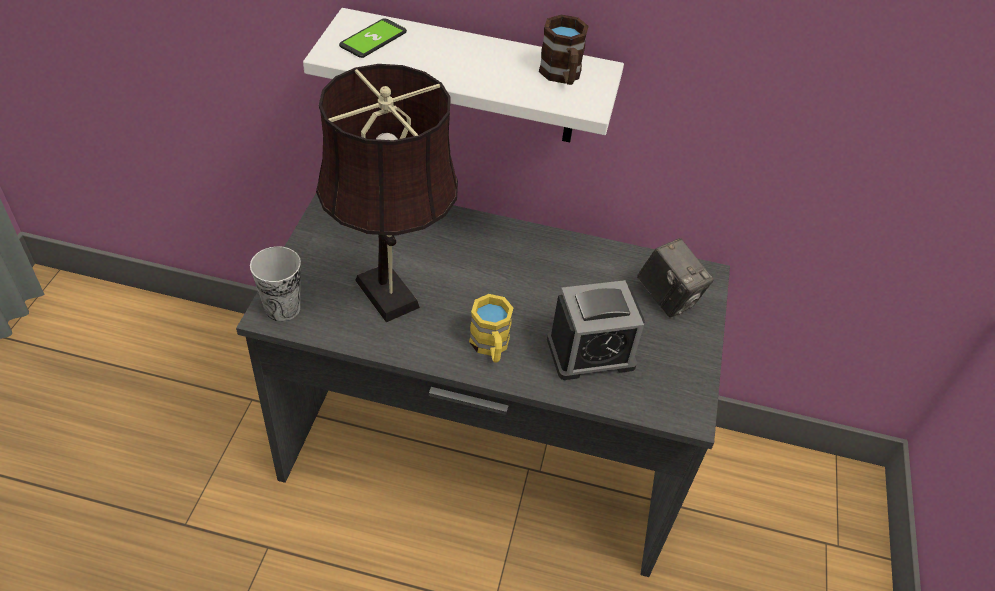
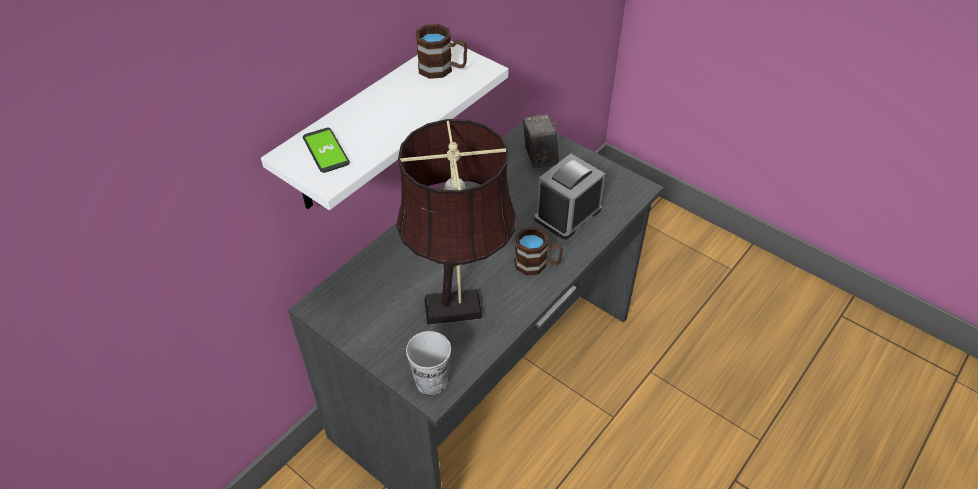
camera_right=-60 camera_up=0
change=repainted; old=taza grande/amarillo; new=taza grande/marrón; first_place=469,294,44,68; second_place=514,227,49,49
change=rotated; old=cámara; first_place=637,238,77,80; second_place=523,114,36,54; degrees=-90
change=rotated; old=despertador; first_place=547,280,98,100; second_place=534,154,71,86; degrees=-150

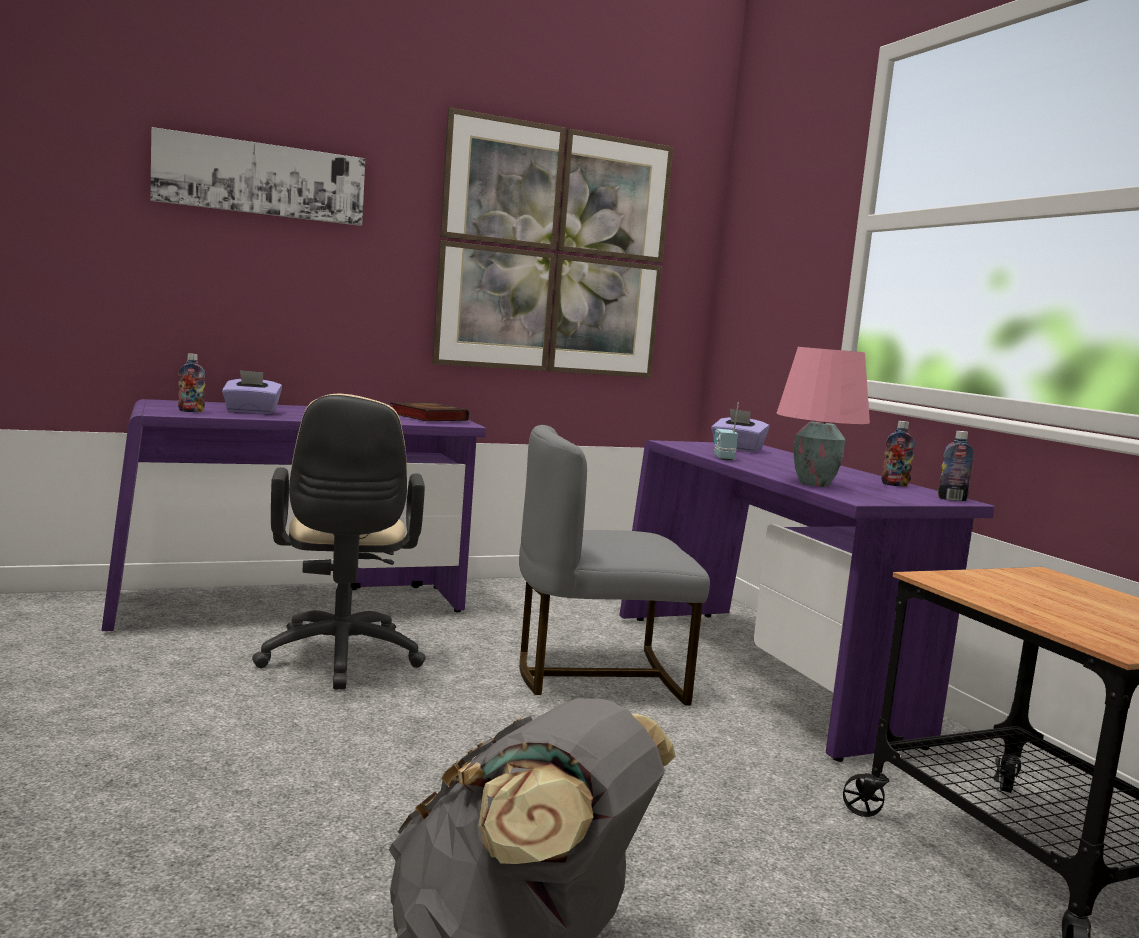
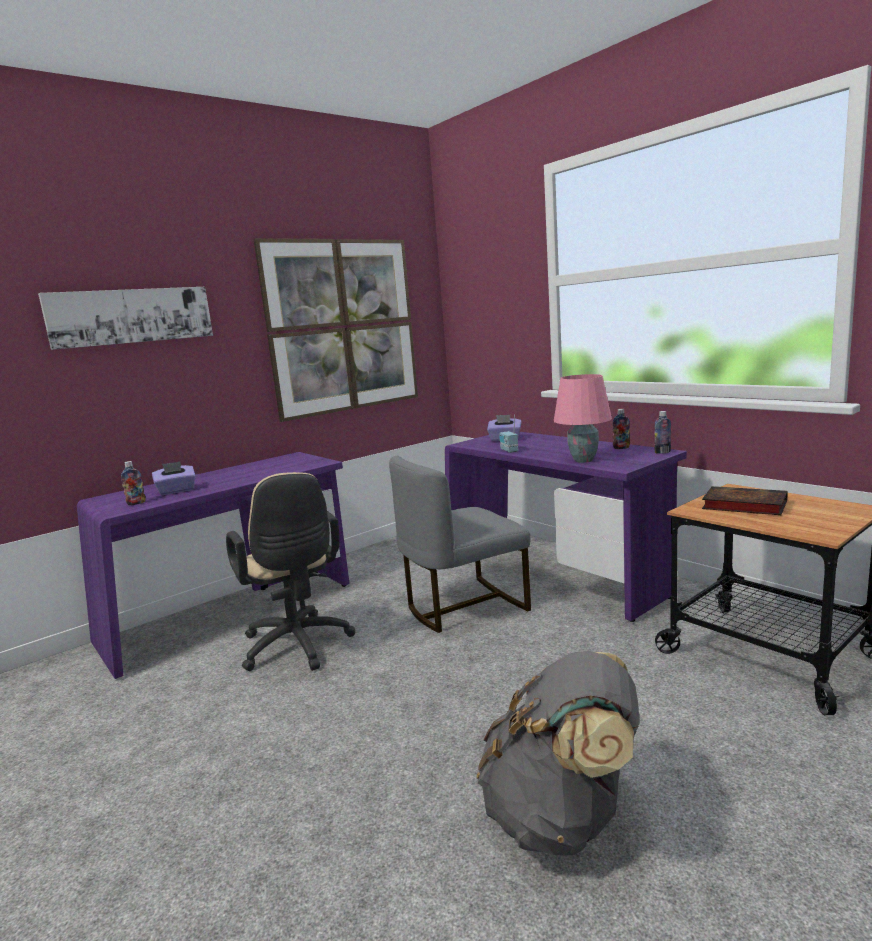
camera_right=-15 camera_up=5
change=shifted; old=libro; first_place=390,402,79,19; second_place=702,486,85,29

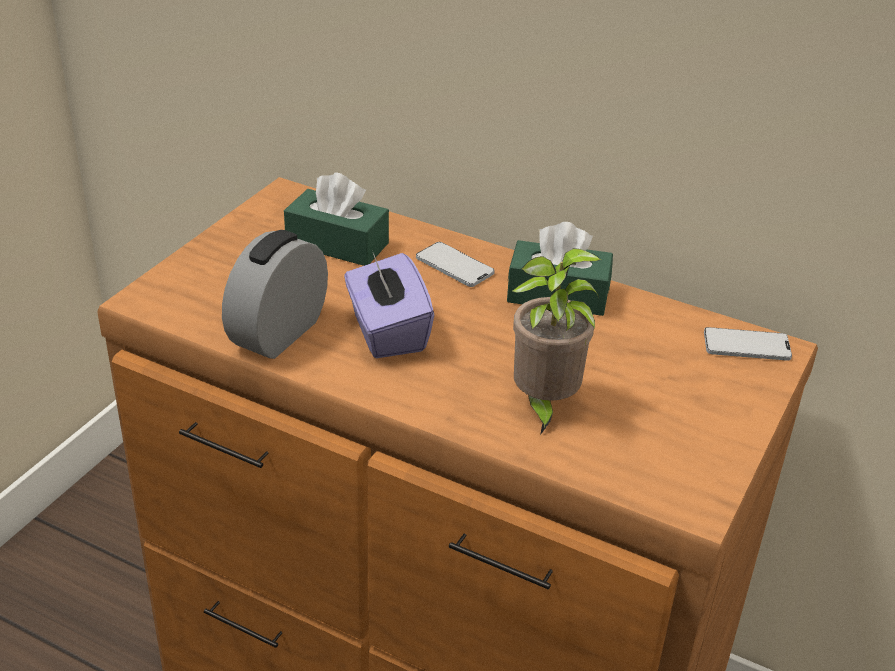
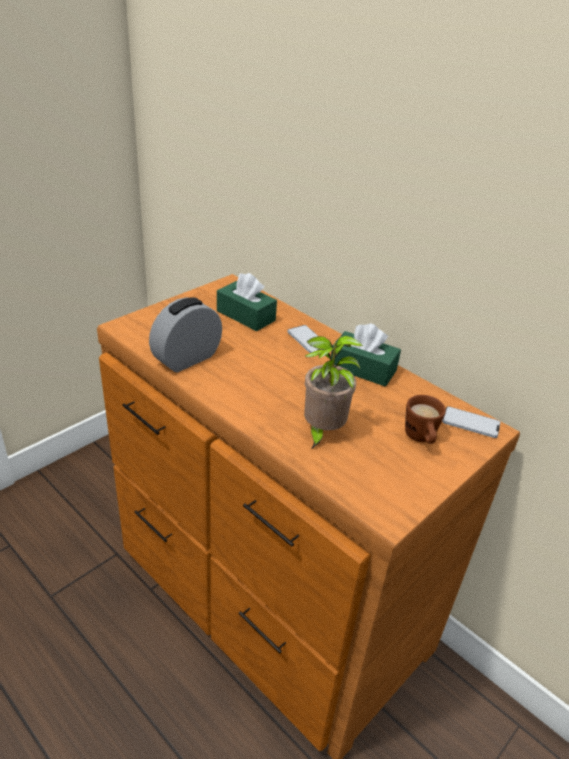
camera_right=15 camera_up=0
change=new; new=taza grande/marrón; second_place=405,395,41,49
change=gone; old=caja de pañuelos/morado; first_place=344,253,90,105

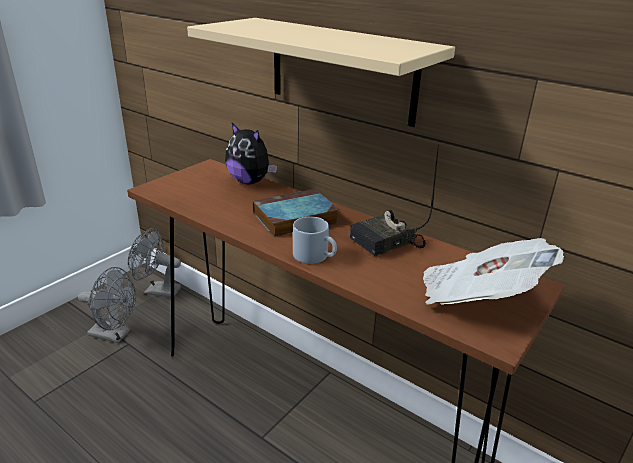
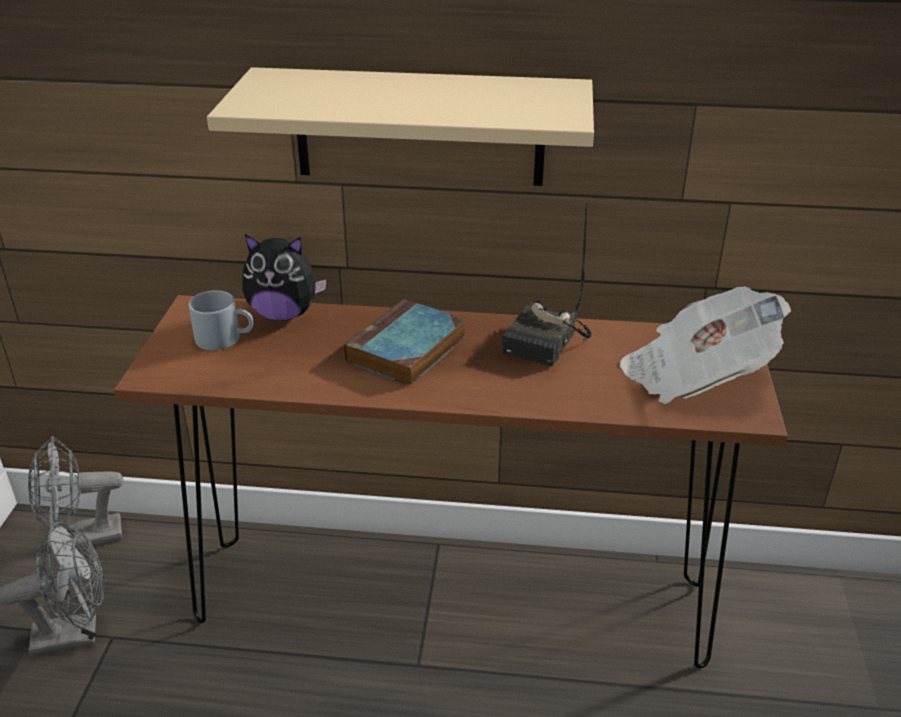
camera_right=-30 camera_up=5
change=shifted; old=taza grande/gris; first_place=293,217,44,47; second_place=188,290,65,60

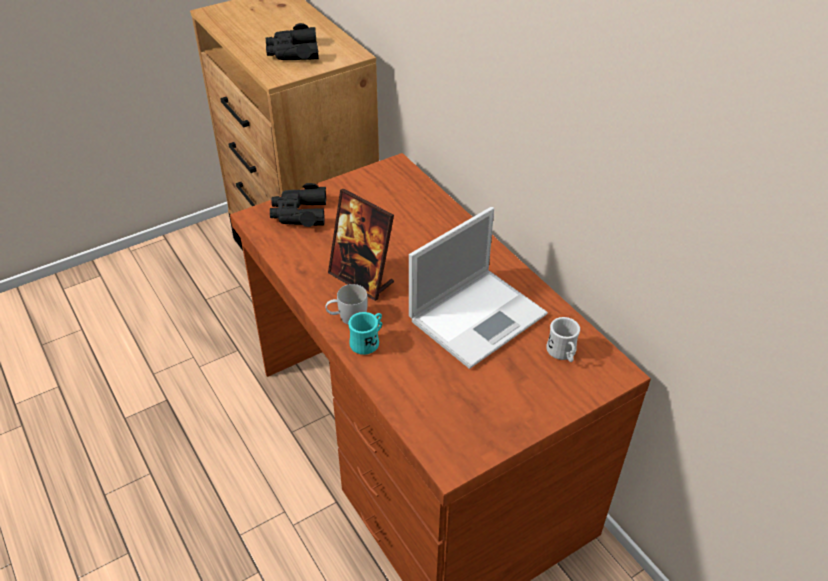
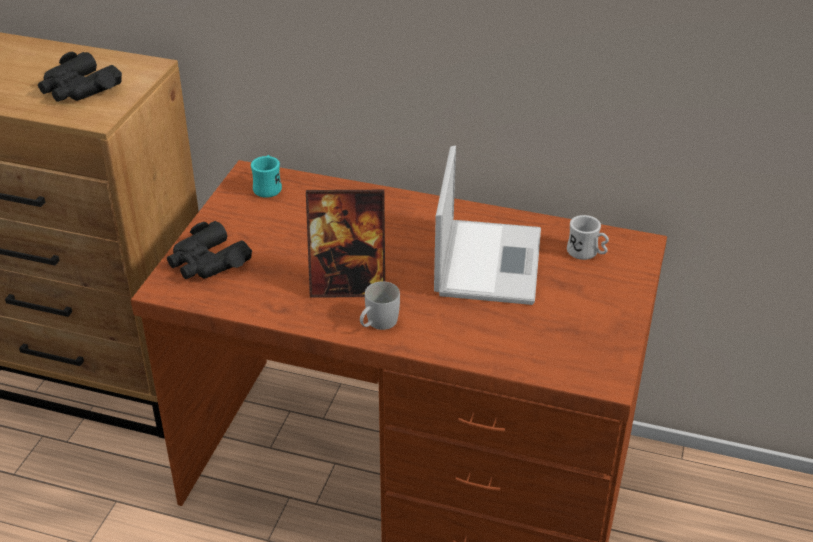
camera_right=-40 camera_up=-5
change=shifted; old=taza grande/turquesa; first_place=348,312,34,43; second_place=251,155,31,43

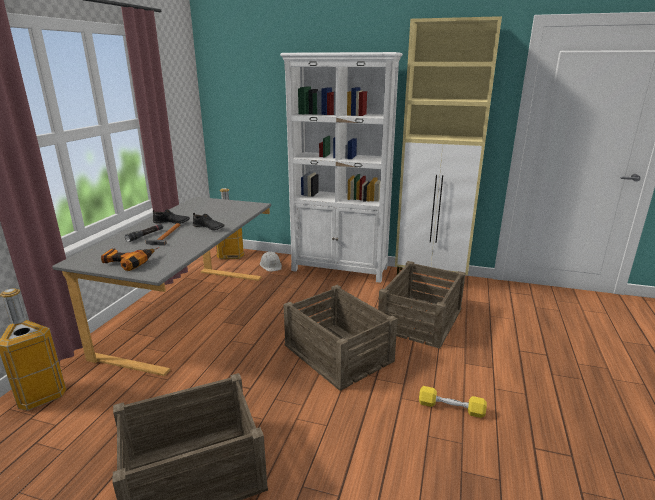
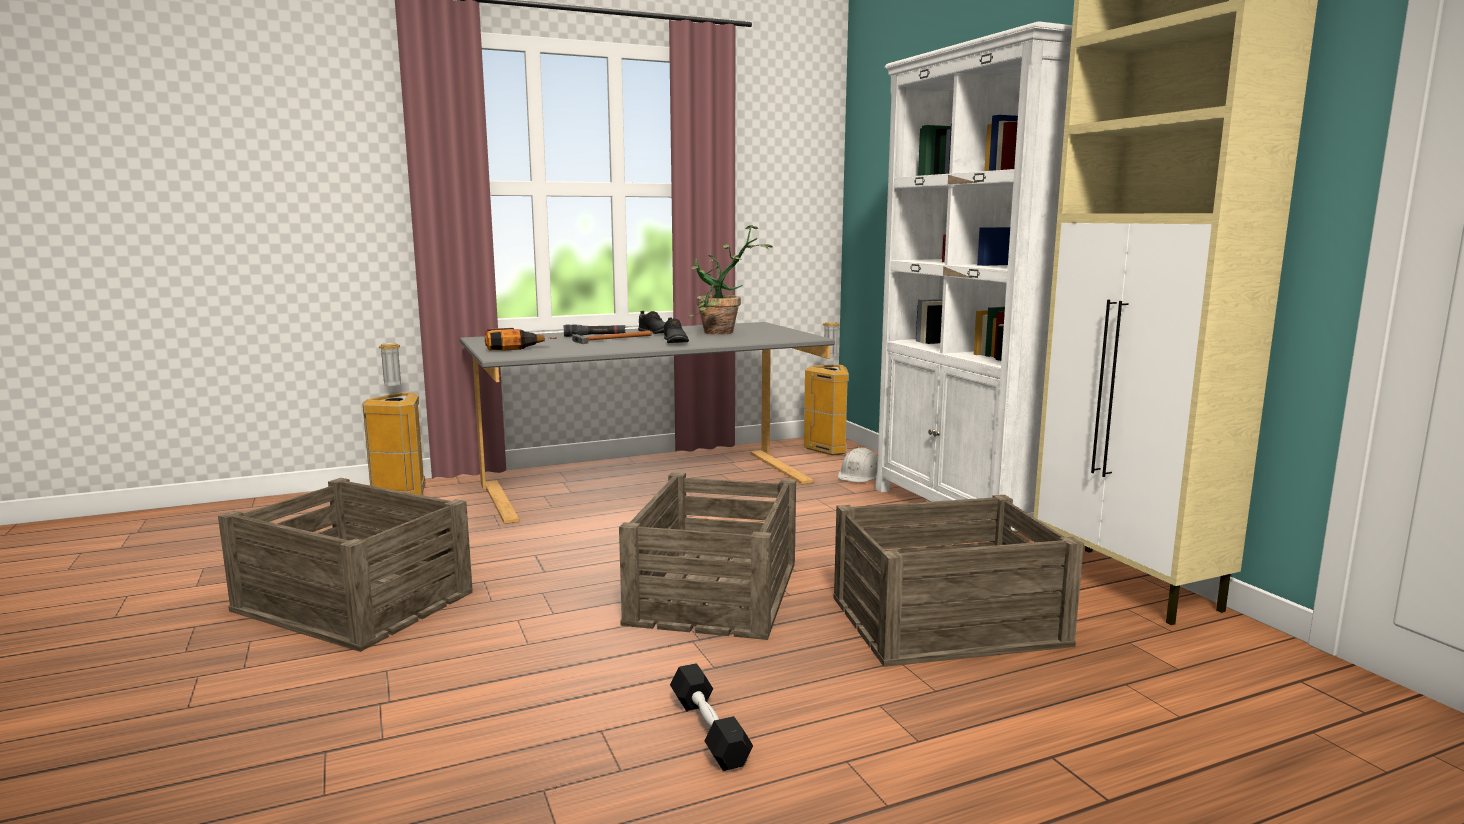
camera_right=50 camera_up=-10
change=repainted; old=mancuerna/amarillo; new=mancuerna/negro; first_place=419,386,68,32; second_place=670,663,83,108
change=new; new=planta en maceta; second_place=687,225,86,110

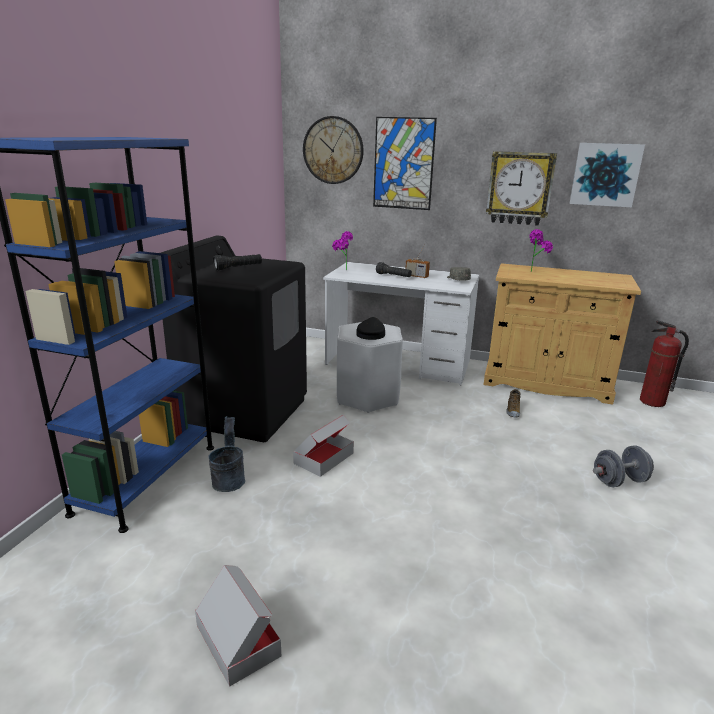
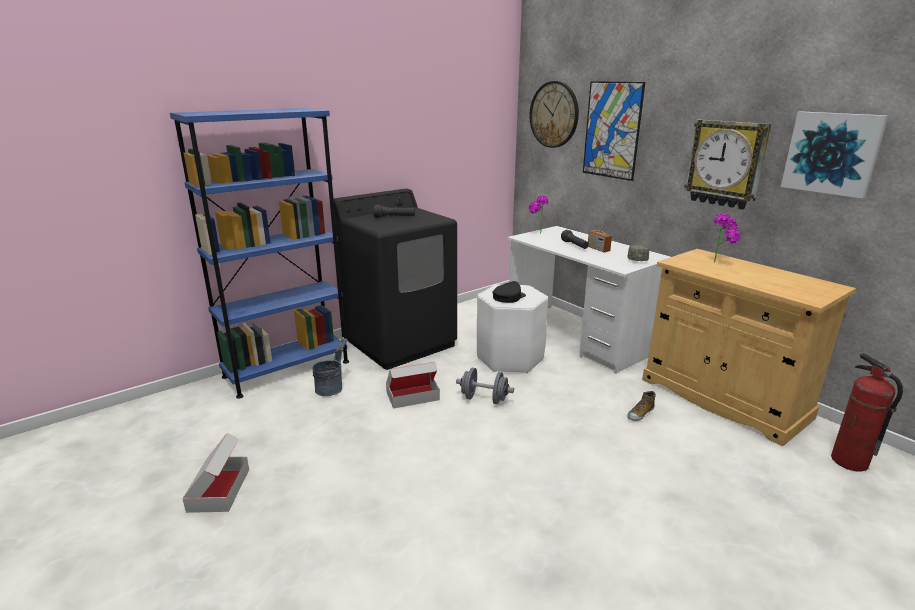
camera_right=35 camera_up=0
change=shifted; old=mancuerna/gris; first_place=593,445,61,42; second_place=456,368,58,36

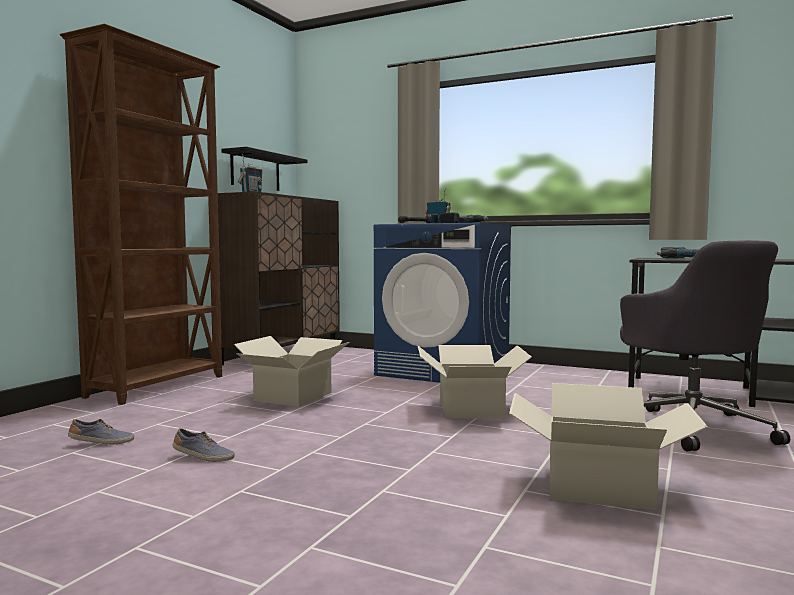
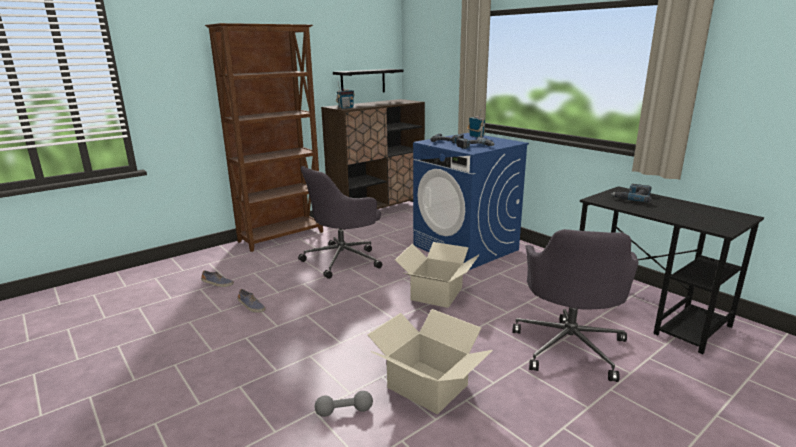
camera_right=25 camera_up=15
change=swapped; old=caja de cartón; new=silla de oficina/gris; first_place=234,336,116,71; second_place=298,166,84,113
change=new; new=mancuerna/gris; second_place=314,391,59,26

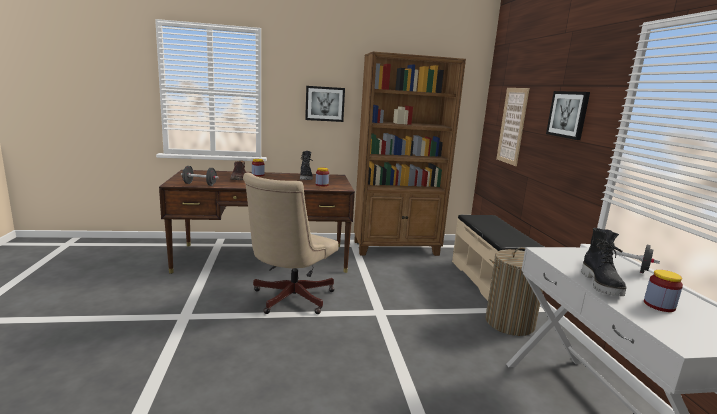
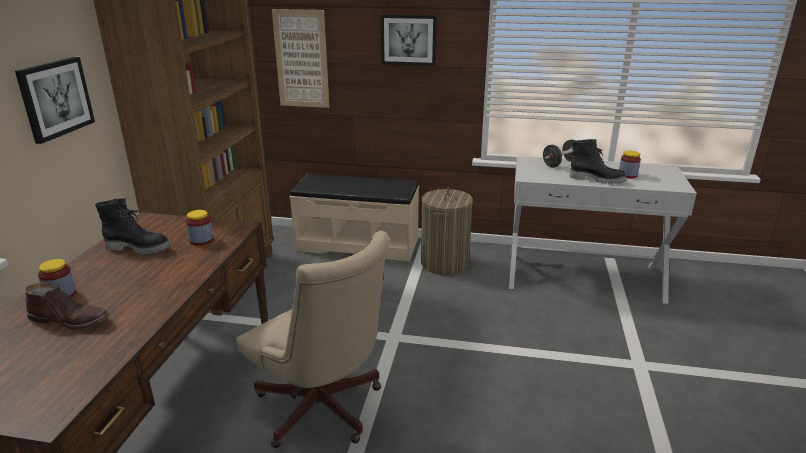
camera_right=-70 camera_up=10
change=gone; old=mancuerna/negro; first_place=181,166,38,20

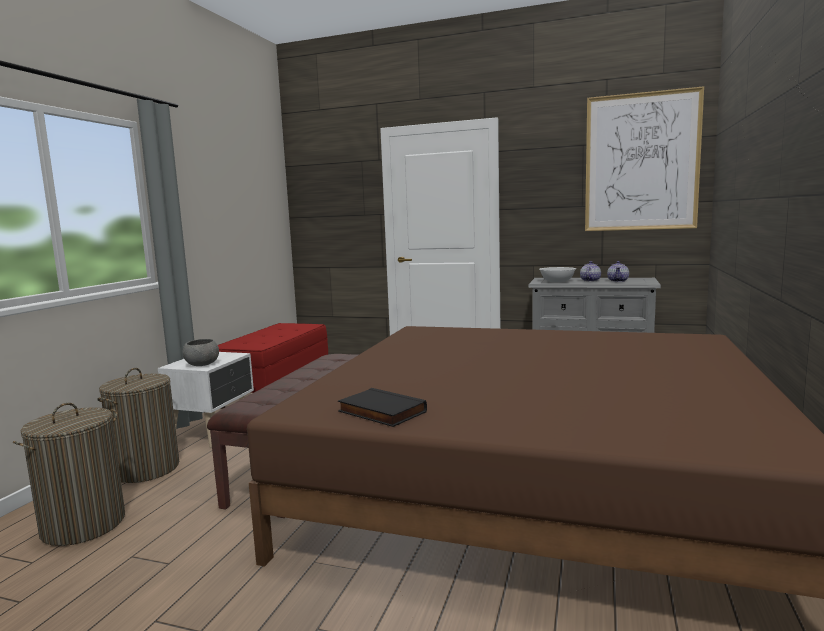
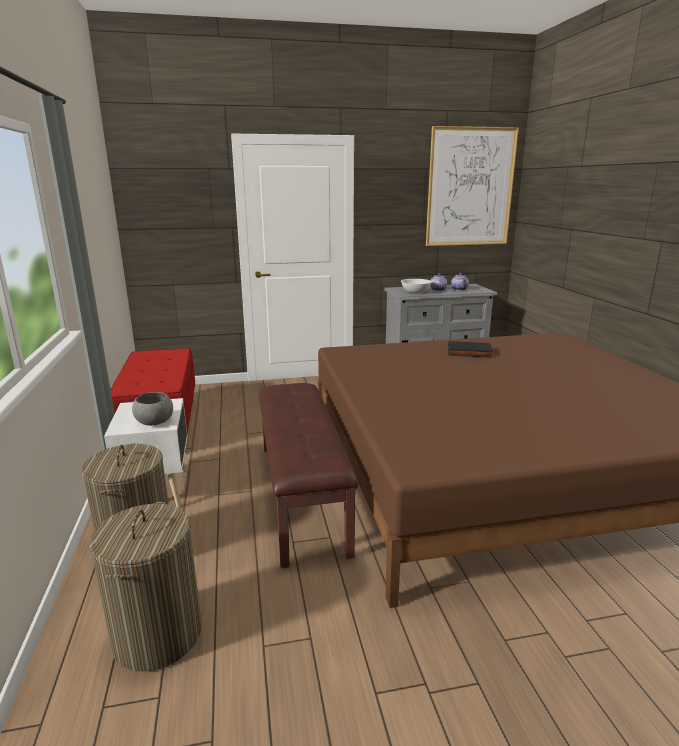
camera_right=-30 camera_up=10
change=shifted; old=libro/negro; first_place=338,388,89,39; second_place=448,341,45,17

